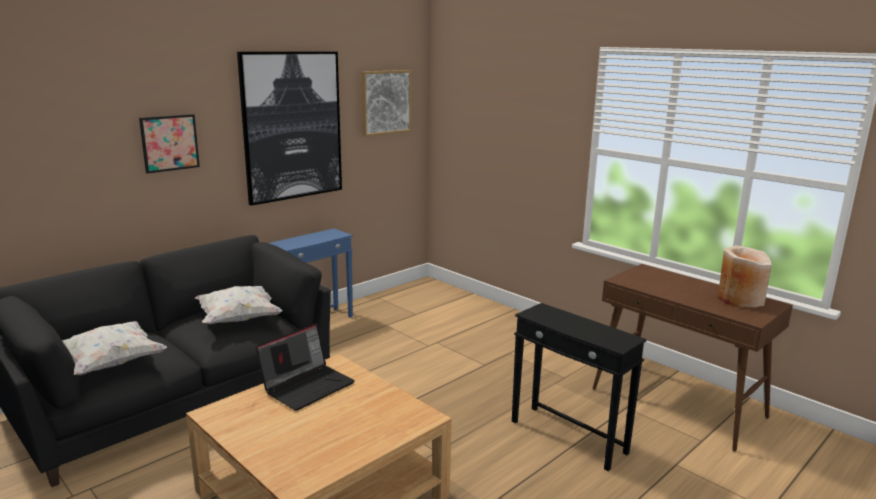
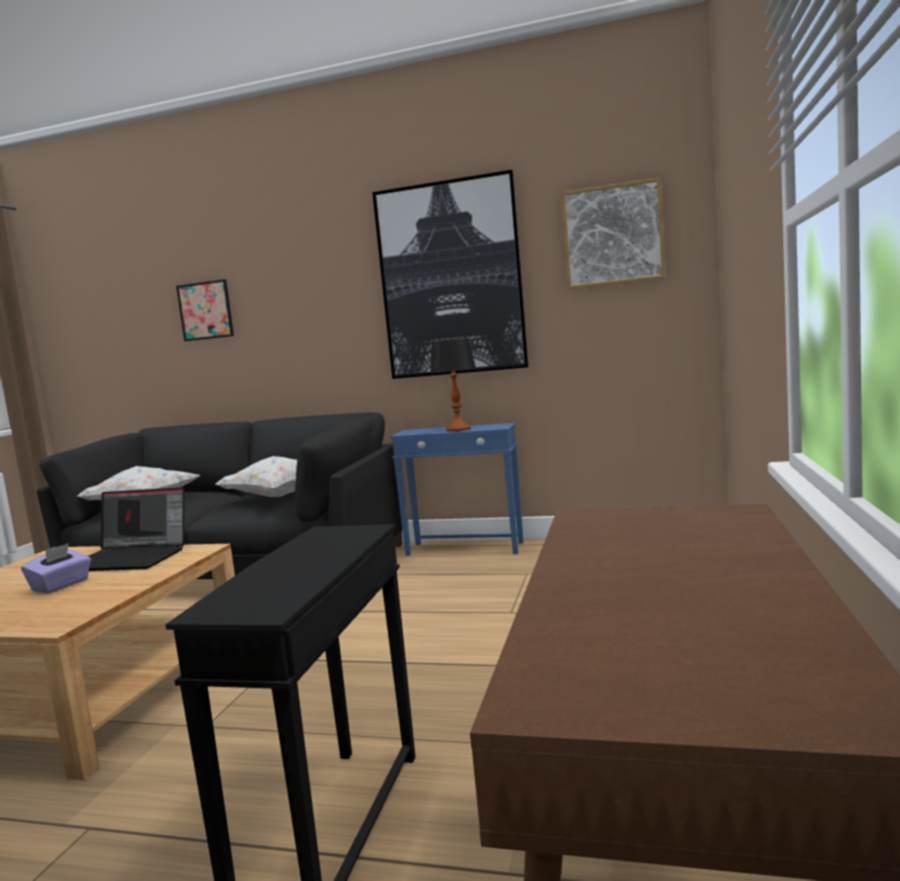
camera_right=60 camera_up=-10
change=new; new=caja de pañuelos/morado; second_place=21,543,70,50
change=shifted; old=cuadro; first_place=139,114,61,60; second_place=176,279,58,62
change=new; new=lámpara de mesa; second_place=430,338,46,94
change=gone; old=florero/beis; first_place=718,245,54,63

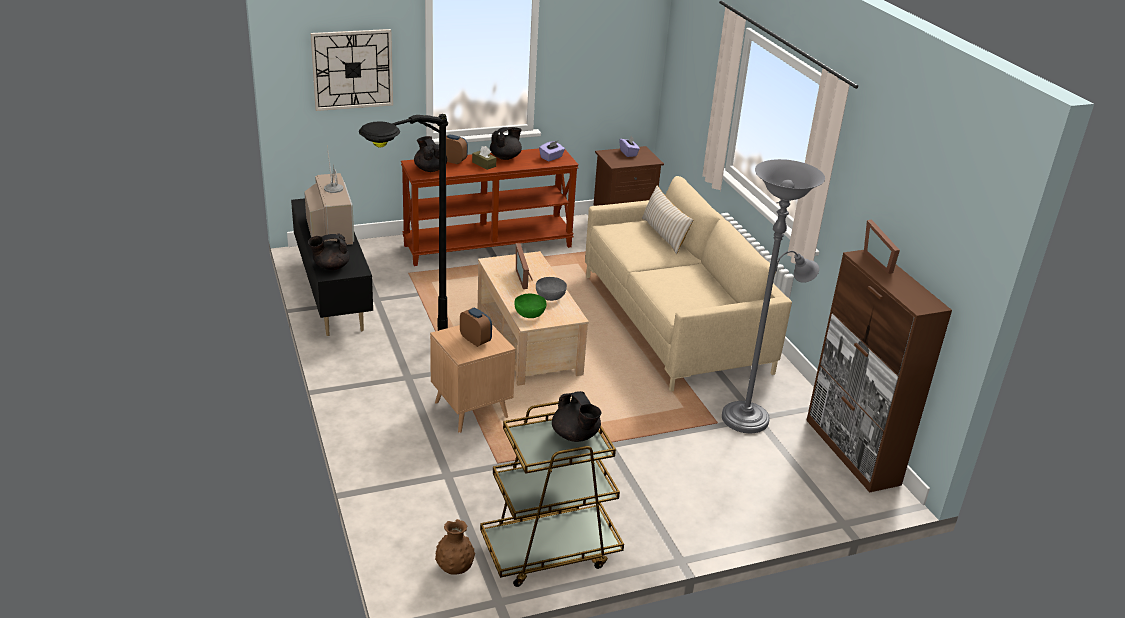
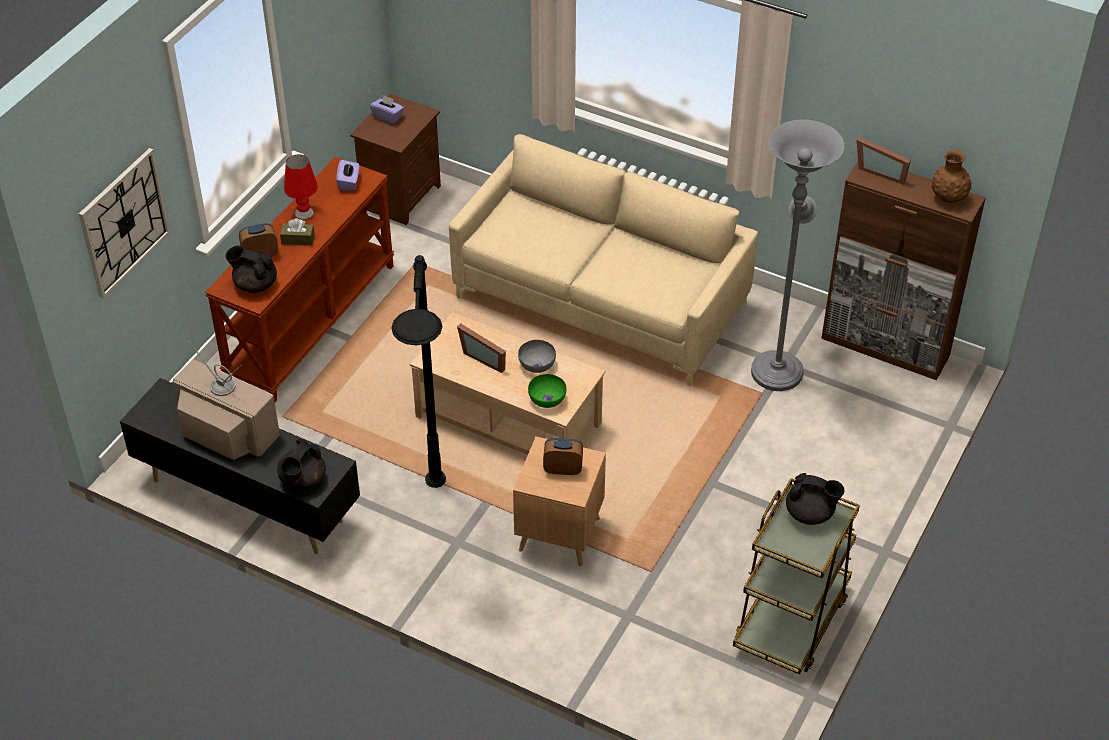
camera_right=-40 camera_up=15
change=swapped; old=tetera/negro; new=lámpara de mesa/rojo; first_place=490,127,32,33; second_place=284,155,34,65
change=shifted; old=florero/marrón; first_place=435,519,40,56; second_place=931,150,40,53
change=gone; old=cojín/beis; first_place=642,186,51,68

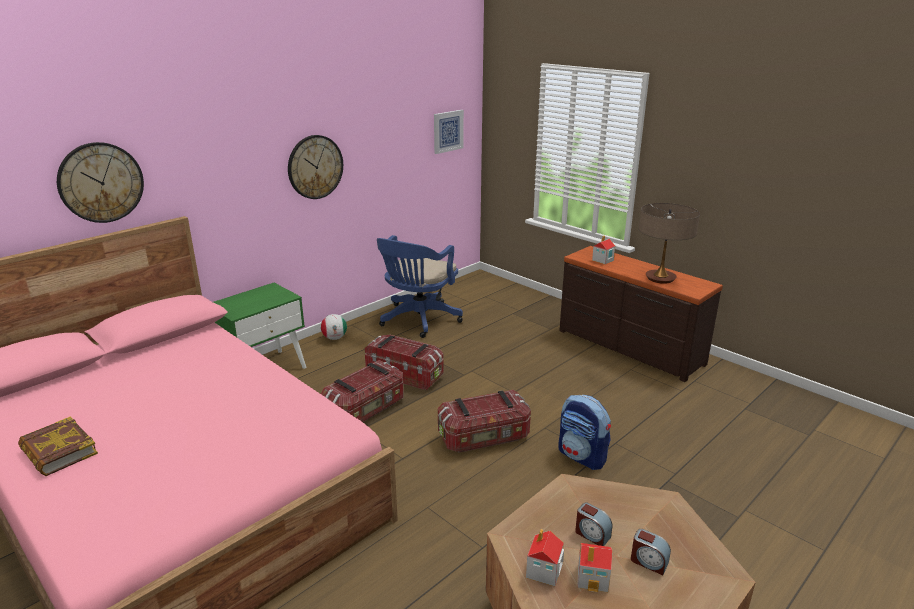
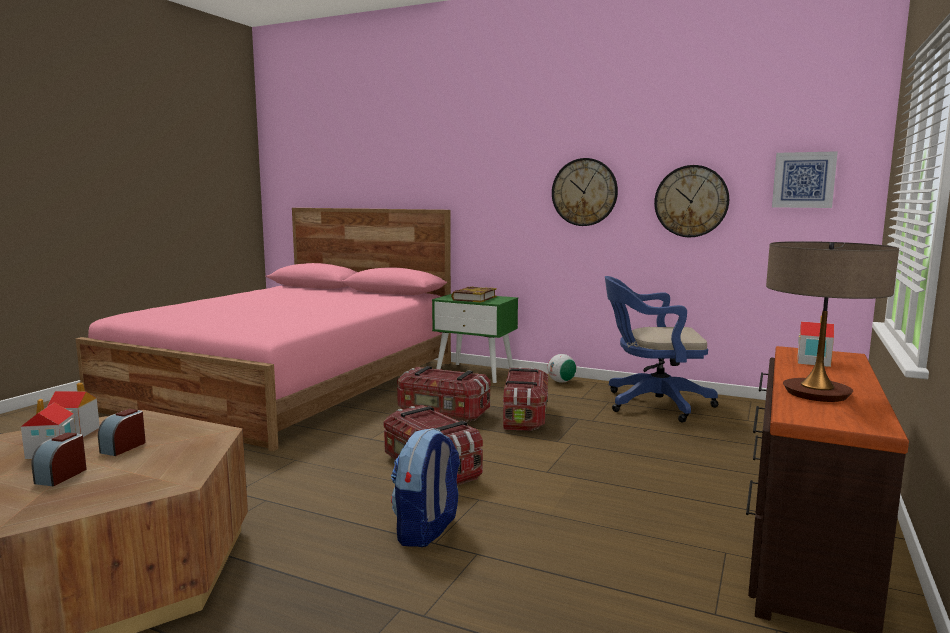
camera_right=70 camera_up=-15
change=shifted; old=libro; first_place=18,416,80,60; second_place=451,287,46,15
change=shifted; old=reloj de pared; first_place=57,142,87,81; second_place=654,165,75,72

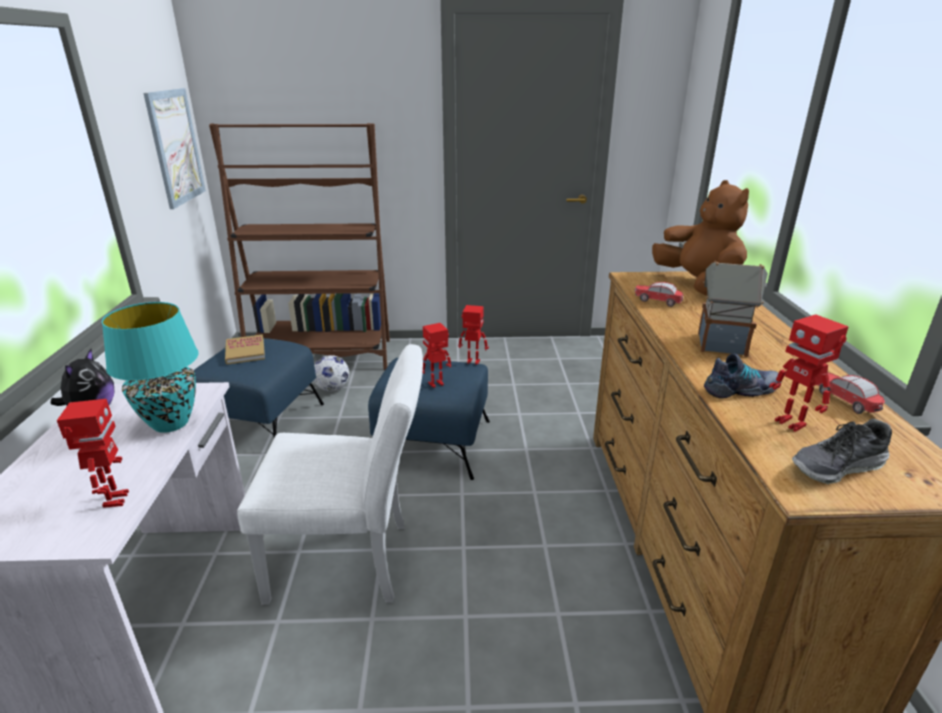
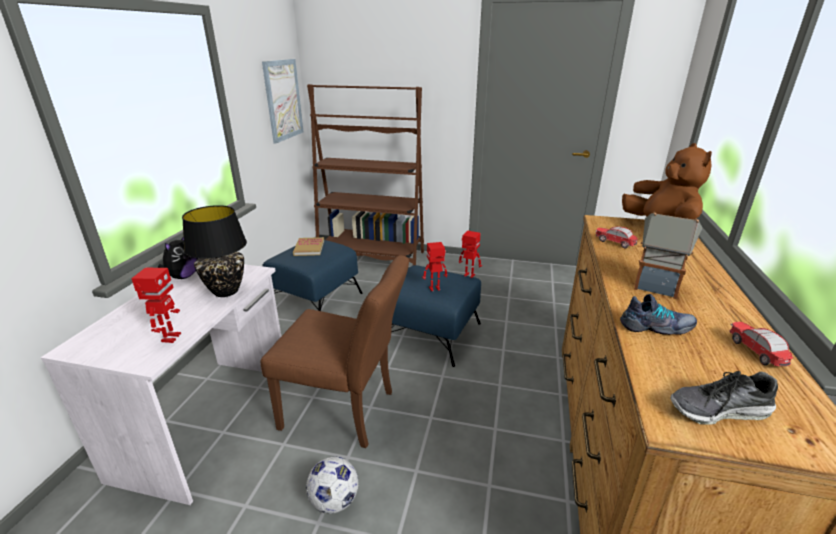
camera_right=15 camera_up=0
change=repainted; old=lámpara de mesa/turquesa; new=lámpara de mesa/negro; first_place=102,302,97,131; second_place=182,205,65,92
change=repainted; old=silla/blanco; new=silla/marrón; first_place=237,344,186,261; second_place=260,255,149,193
change=shifted; old=balón de fútbol; first_place=314,355,35,36; second_place=306,456,53,58
change=gone; old=robot de juguete; first_place=769,314,80,118

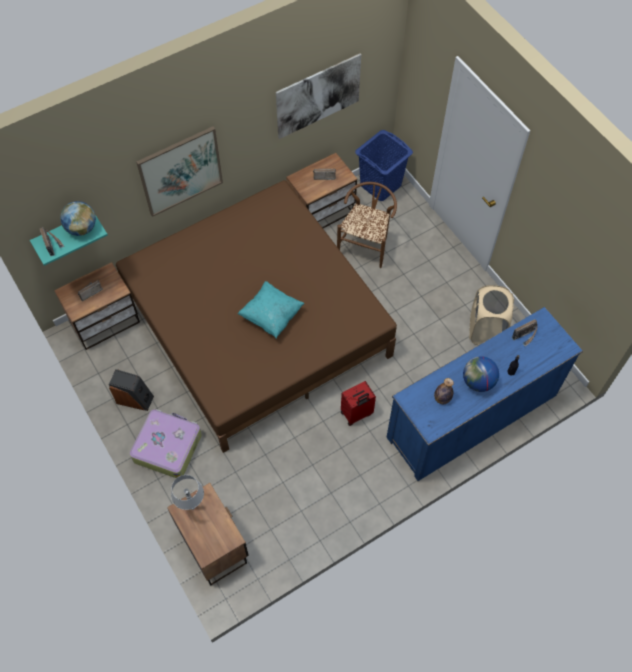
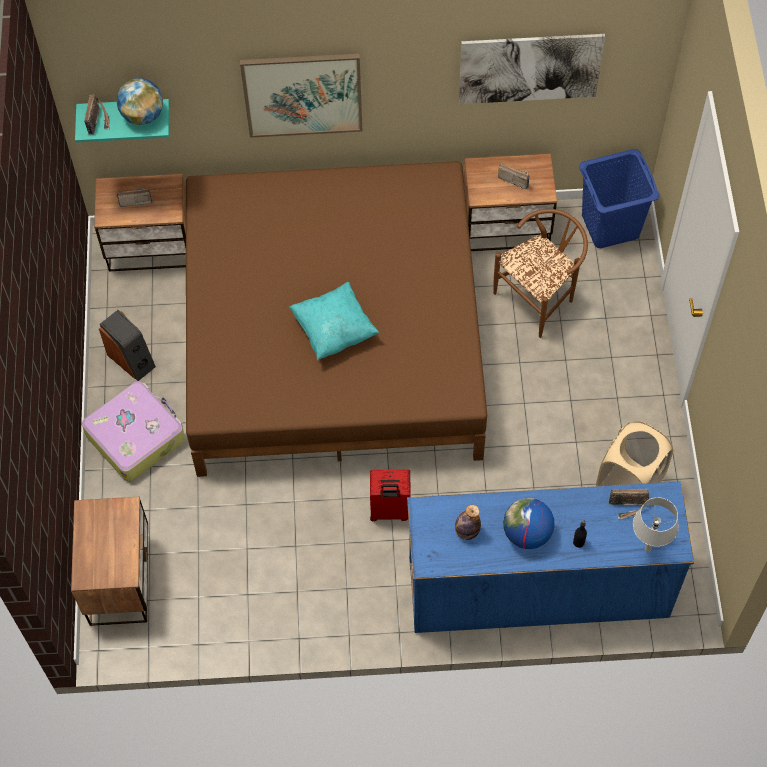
camera_right=30 camera_up=0
change=shifted; old=lámpara de mesa/gris; first_place=171,475,33,35; second_place=633,497,46,55

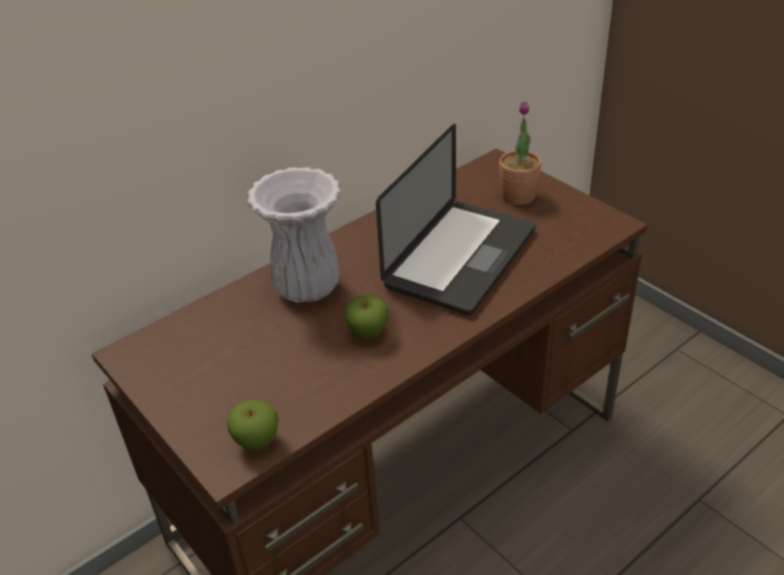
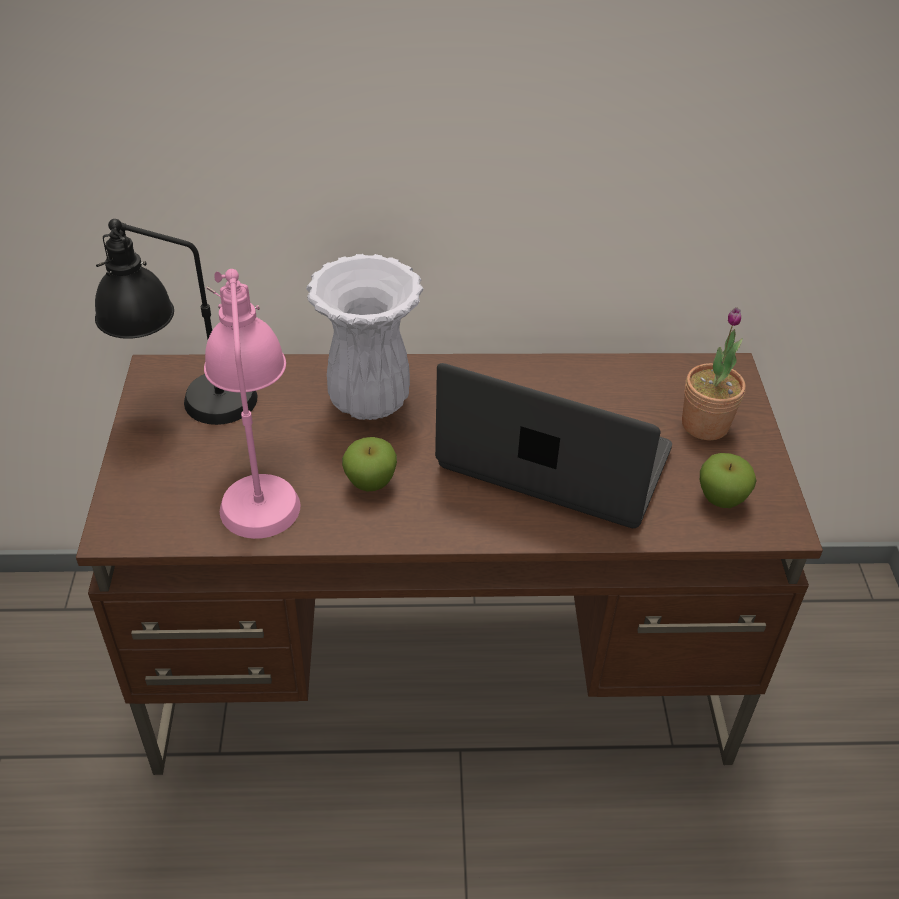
camera_right=35 camera_up=5
change=new; new=lámpara de mesa/negro; second_place=95,219,162,206
change=new; new=lámpara de mesa/rosa; second_place=204,269,97,270
change=rotated; old=portátil; first_place=376,124,160,191; second_place=435,363,237,165; degrees=-135
change=shifted; old=manzana; first_place=227,399,52,52; second_place=700,453,56,55

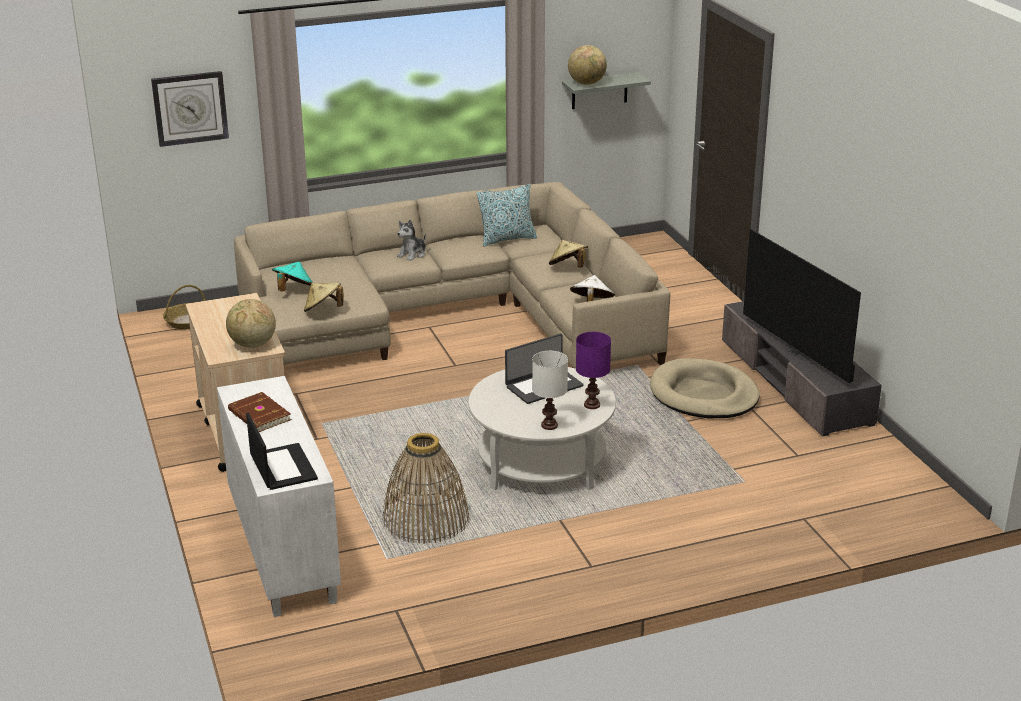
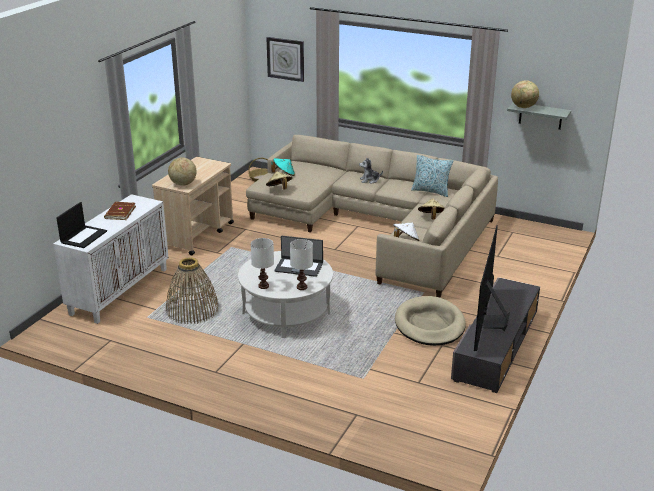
camera_right=45 camera_up=0
change=repainted; old=lámpara de mesa/morado; new=lámpara de mesa/blanco; first_place=576,332,35,77; second_place=290,239,23,51

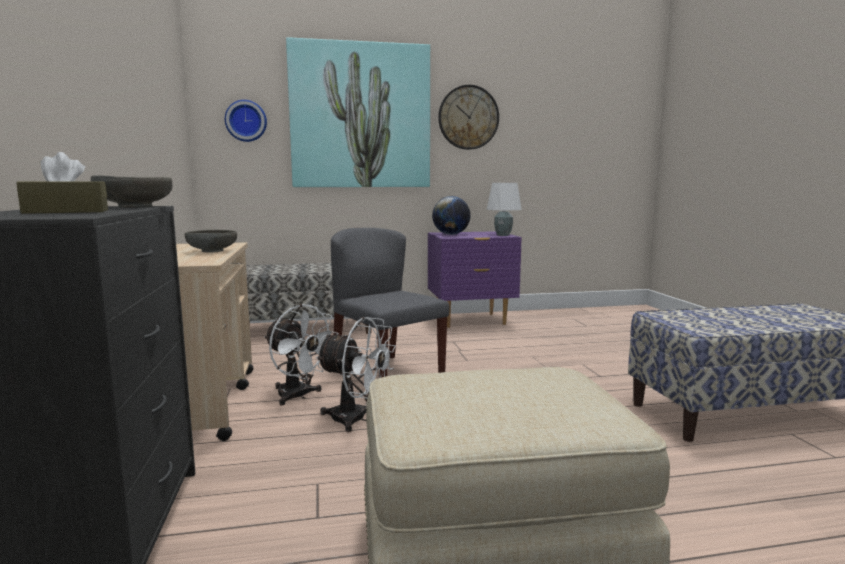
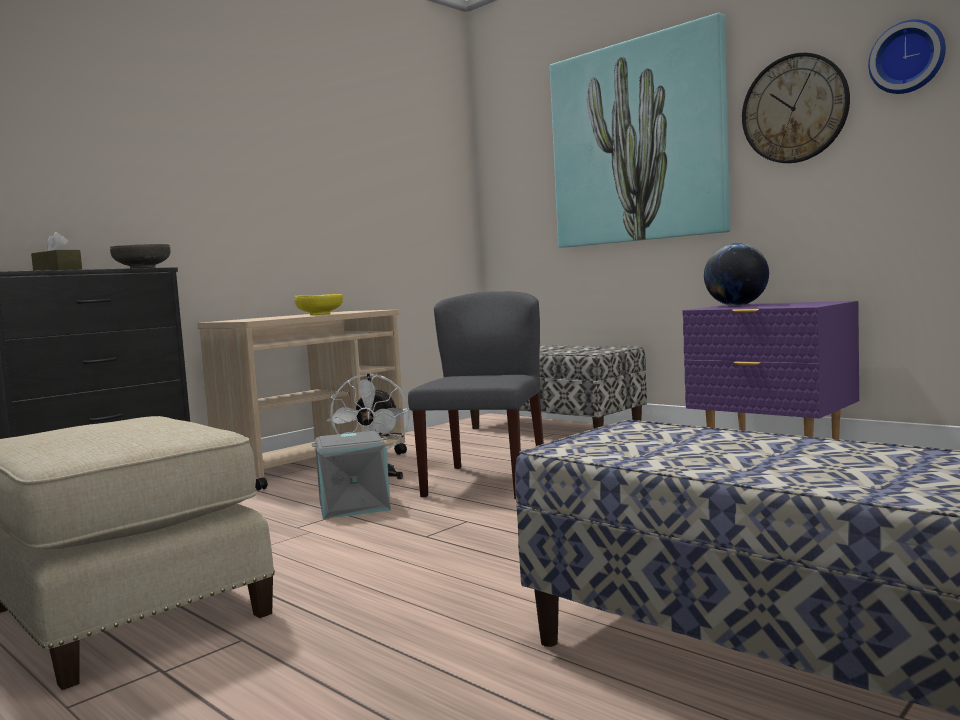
camera_right=55 camera_up=-5
change=repainted; old=cuenco/gris; new=cuenco/amarillo; first_place=185,229,52,24; second_place=295,294,48,21
change=swapped; old=ventilador/blanco; new=caja de almacenaje/gris; first_place=315,317,81,115; second_place=312,431,79,88
change=shifted; old=reloj de pared; first_place=225,100,42,42; second_place=868,19,78,75
change=gone; old=lámpara de mesa/blanco; first_place=486,183,36,53

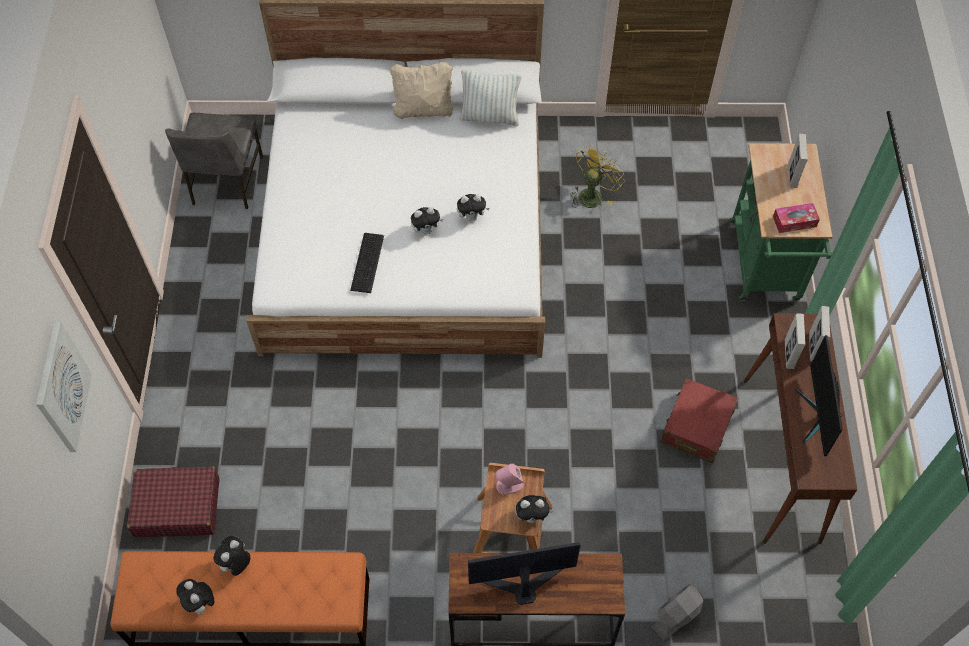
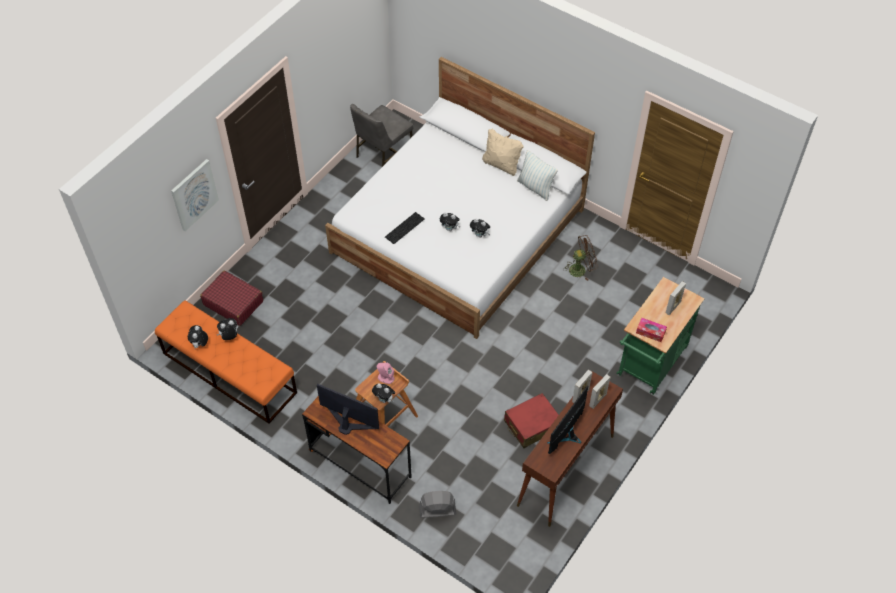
camera_right=35 camera_up=-5
change=repainted; old=ventilador/amarillo; new=ventilador/marrón; first_place=570,145,54,63; second_place=563,235,35,46

